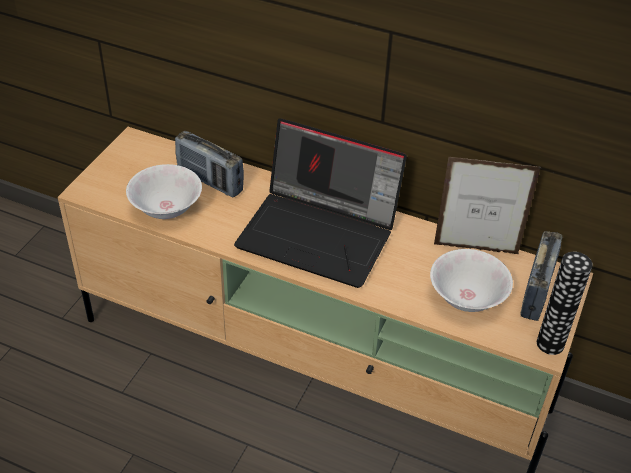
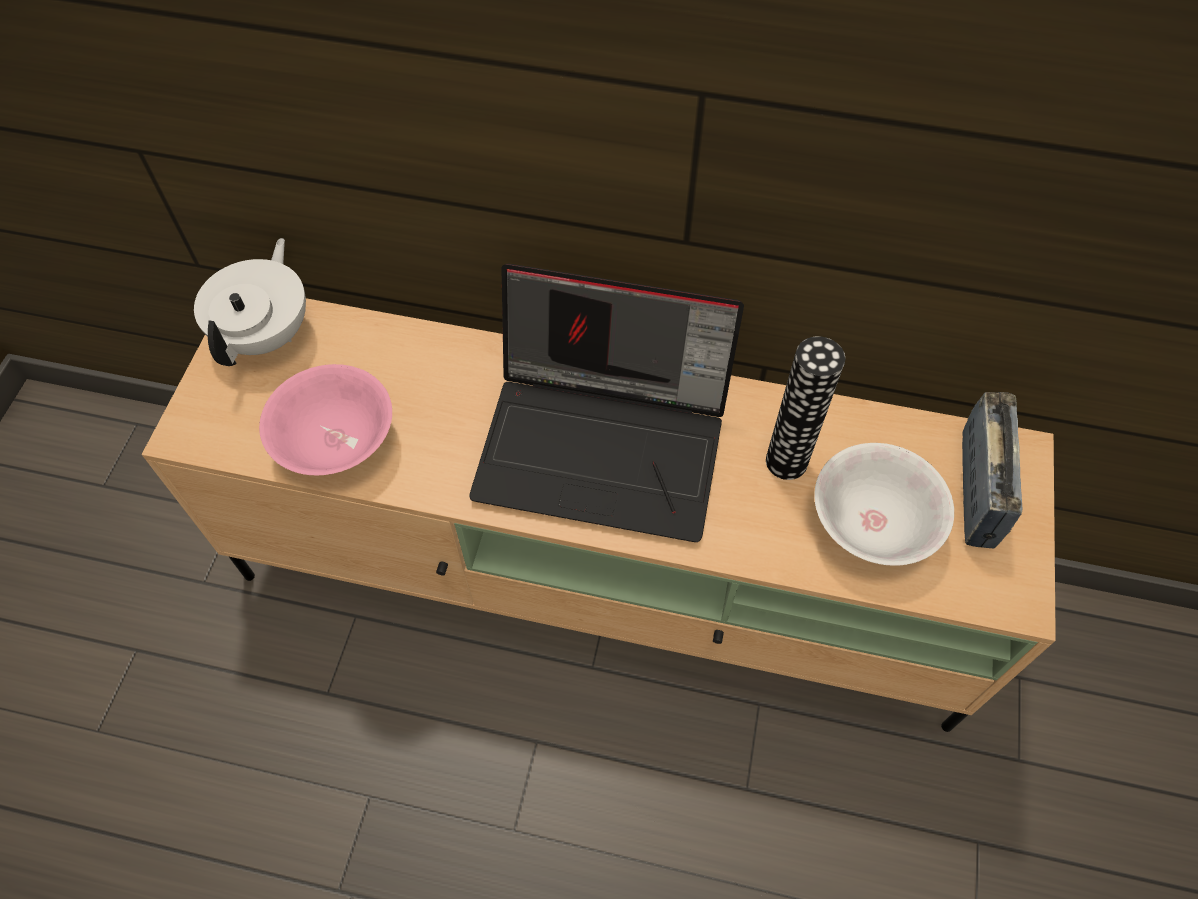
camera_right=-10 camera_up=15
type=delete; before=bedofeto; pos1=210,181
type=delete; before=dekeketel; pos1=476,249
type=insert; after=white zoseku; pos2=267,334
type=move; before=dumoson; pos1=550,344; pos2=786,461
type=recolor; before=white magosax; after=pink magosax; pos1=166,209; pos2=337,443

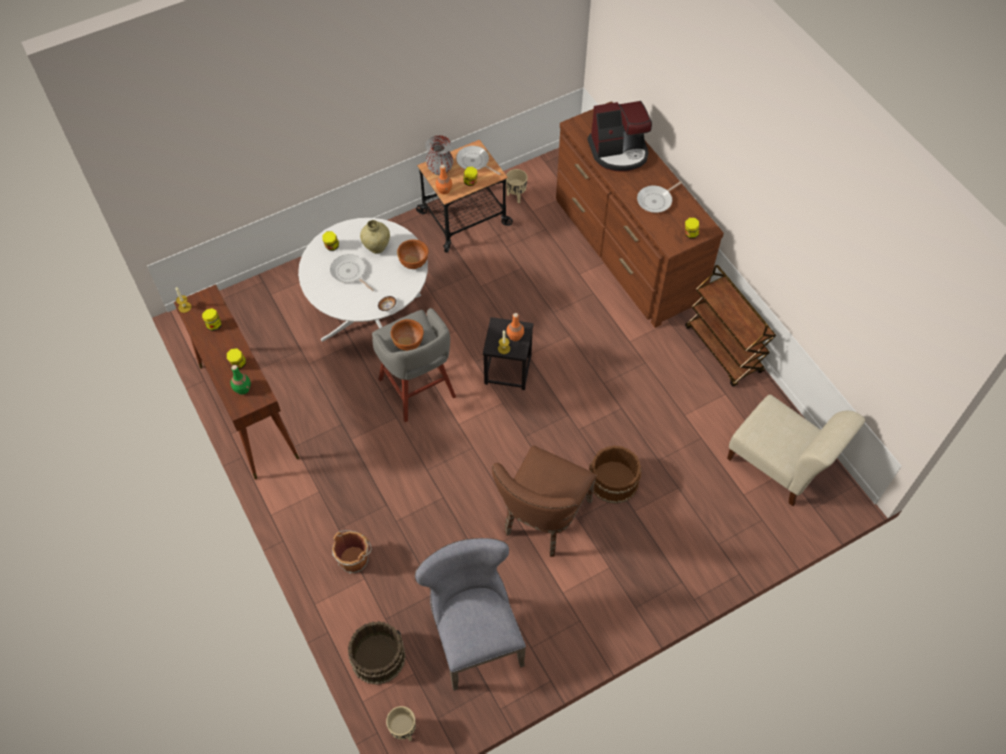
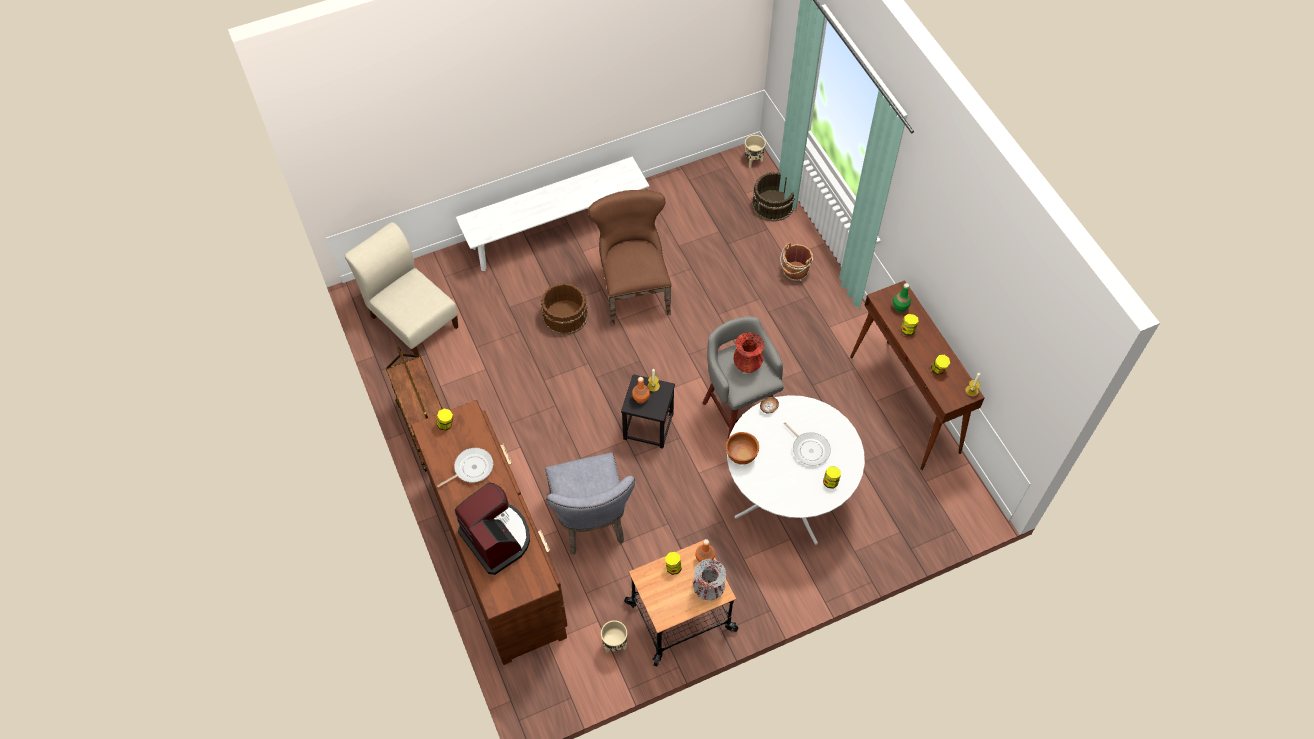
camera_right=-175 camera_up=0
type=delete; before=beige dumoson; pos1=377,247
type=delete; before=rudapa; pos1=474,162
type=insert; after=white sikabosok; pos2=556,231
type=move; before=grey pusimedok; pos1=474,635; pos2=591,522
type=replace; before=brown magosax; after=red dumoson; pos1=408,343; pos2=747,365
type=rotate; before=brown pusimedok; pos1=542,520; pos2=633,289; turn=-45
type=rotate; before=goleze; pos1=619,152; pos2=497,538; turn=60

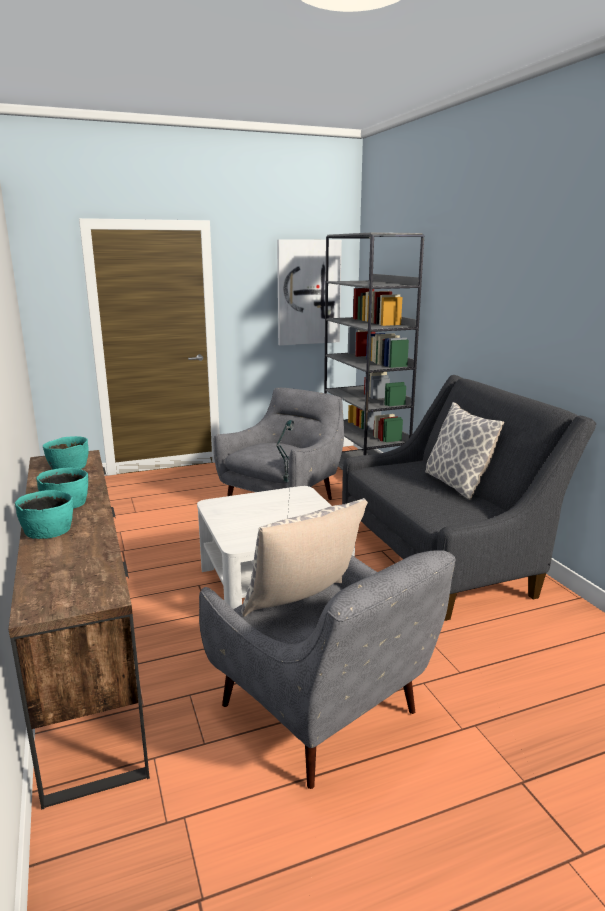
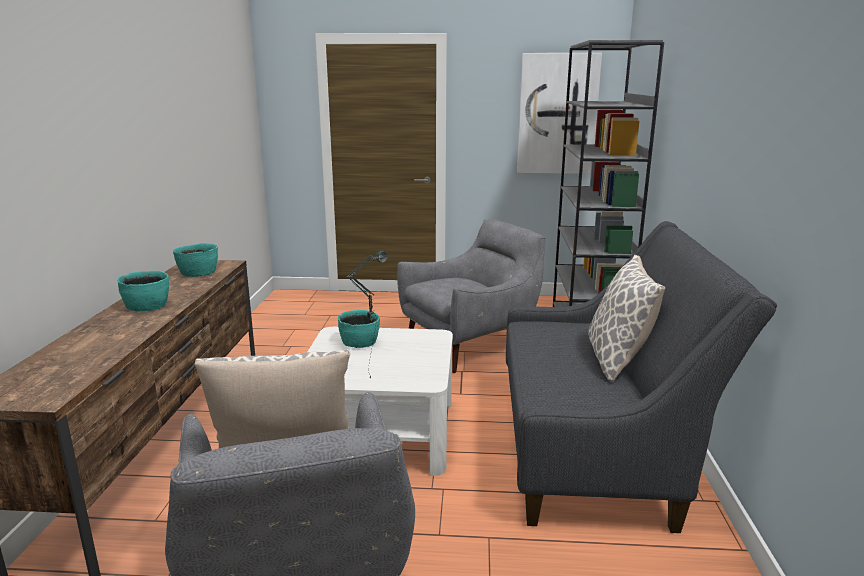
camera_right=25 camera_up=0
type=move; before=turquoise magosax; pos1=48,530; pos2=360,341

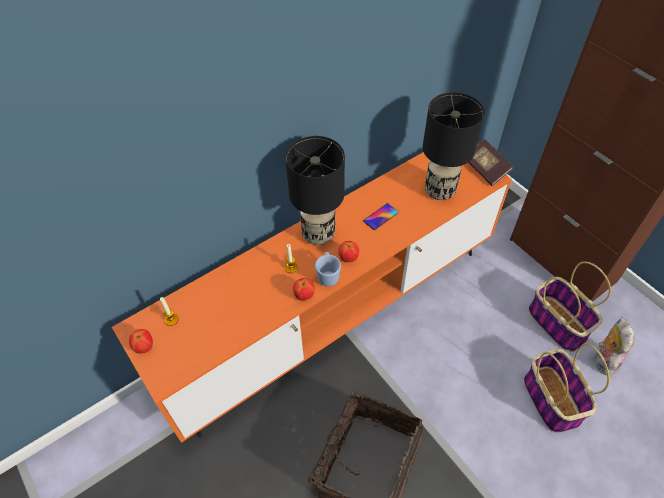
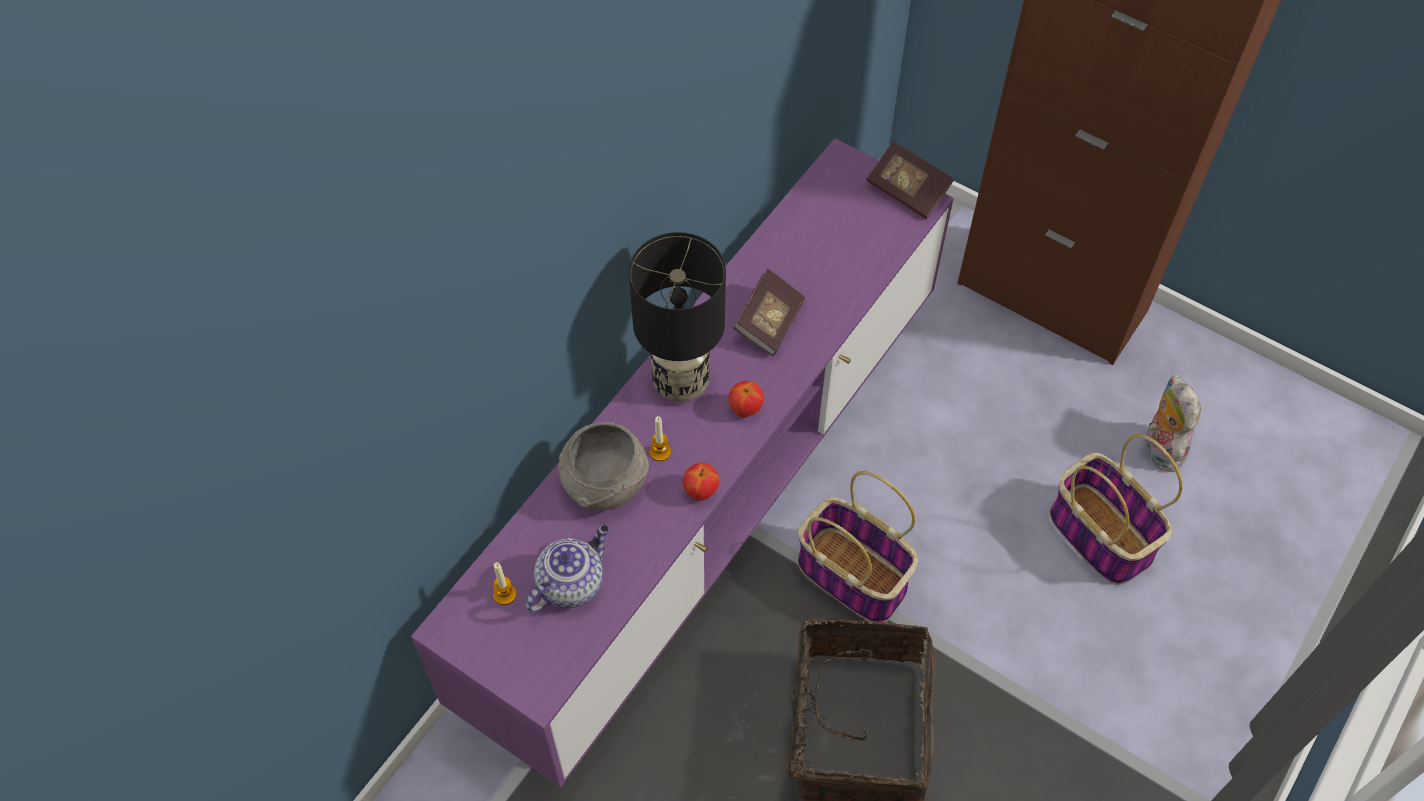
camera_right=-20 camera_up=5
type=delete; before=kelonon; pos1=144,347
type=delete; before=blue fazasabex; pos1=328,275
type=delete; before=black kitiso; pos1=439,191
type=insert; after=zoseku; pos2=571,583
type=insert; after=grey magosax; pos2=604,485
type=move; before=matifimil; pos1=558,324; pos2=854,576
type=replace; before=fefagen; after=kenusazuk; pos1=380,217; pos2=769,322
type=recolor; before=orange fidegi; after=purple fidegi; pos1=332,318; pos2=709,510

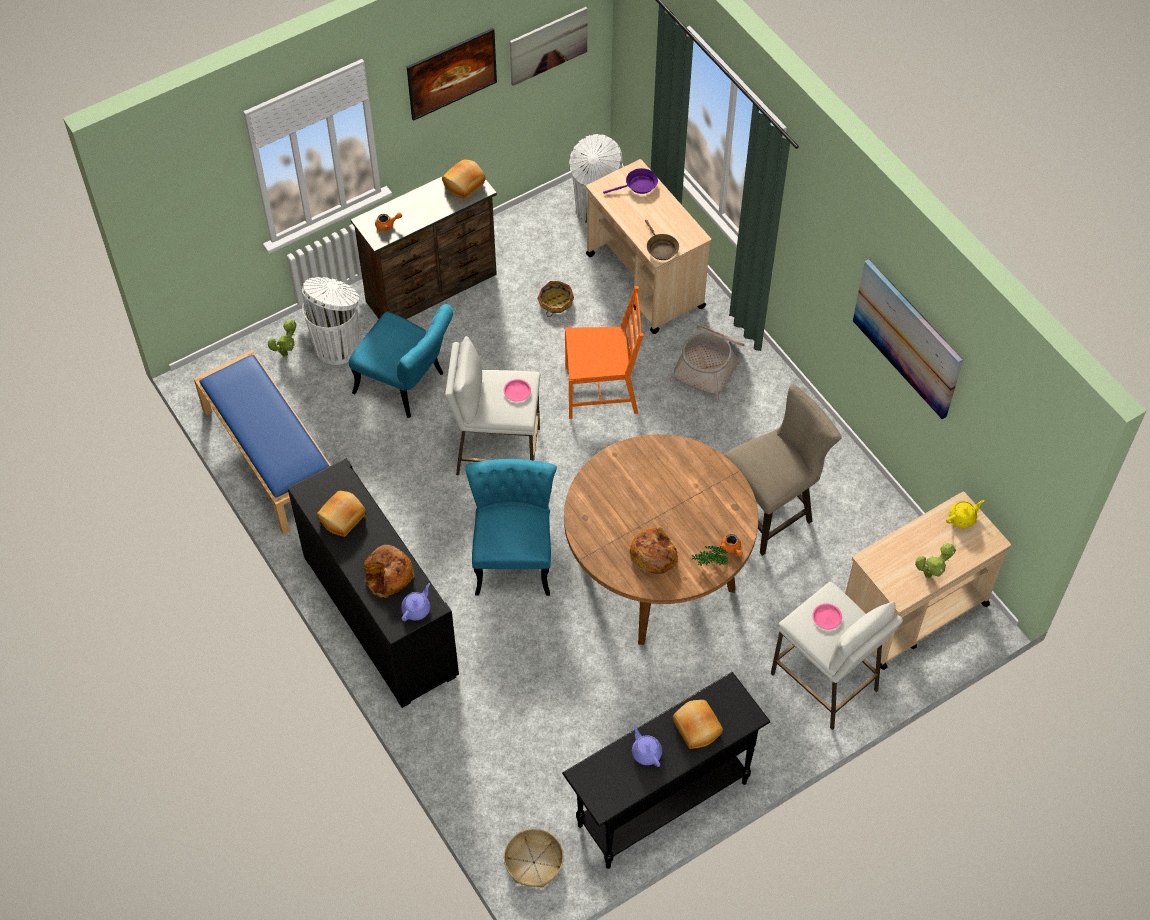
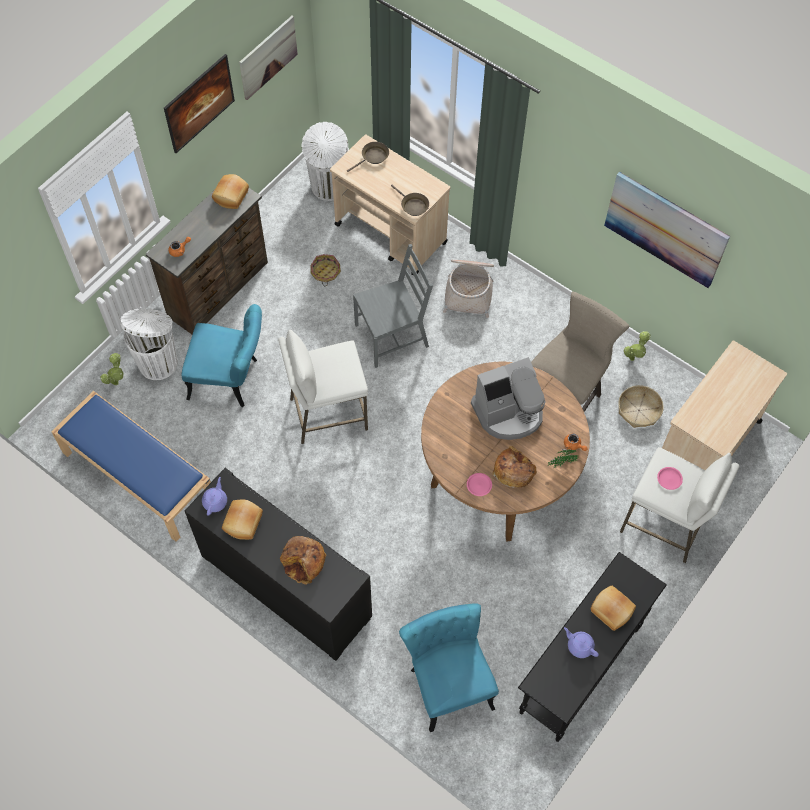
camera_right=-20 camera_up=5
type=delete; before=yellow zoseku; pos1=962,518
type=insert; after=goleze; pos2=508,413
type=move; before=purple zoseku; pos1=416,609; pos2=215,501
type=move; before=turquoise pusimedok; pos1=513,555; pos2=448,680
type=move; before=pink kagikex; pos1=517,392; pos2=479,485
type=move; before=matifimil; pos1=534,862; pos2=639,410
type=move; before=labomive; pos1=930,575; pos2=633,357
type=recolor; before=orange pusimedok; after=grey pusimedok; pos1=602,390; pos2=392,336
type=recolor; before=purple rudapa; after=brown rudapa; pos1=638,185; pos2=373,157

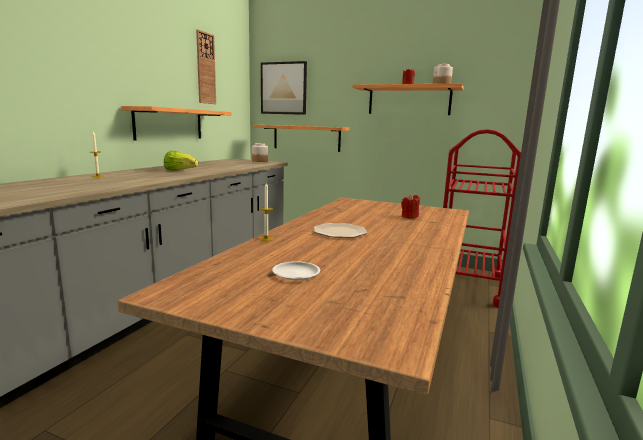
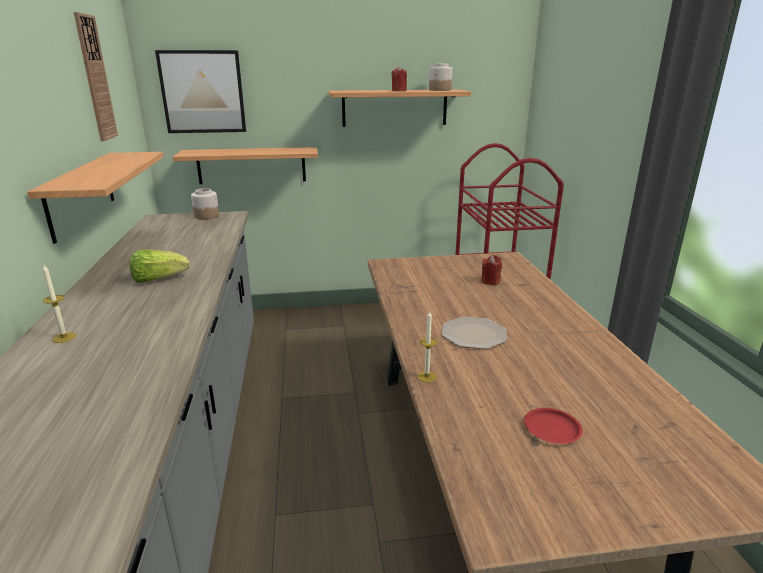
camera_right=-30 camera_up=10
type=recolor; before=white kagikex; after=red kagikex; pos1=296,274; pos2=552,429

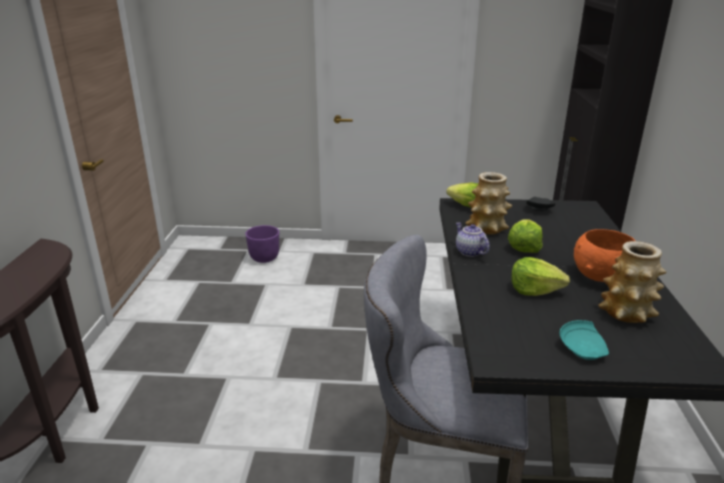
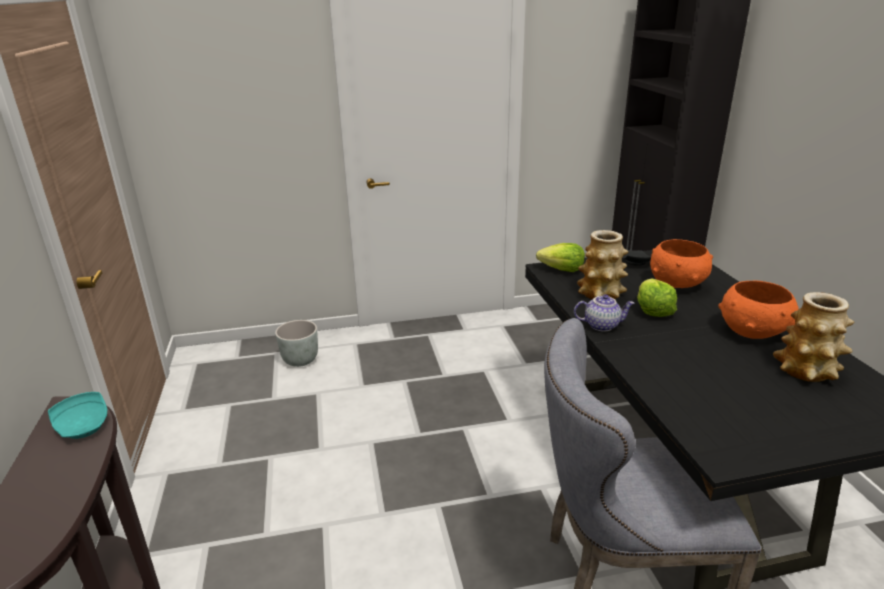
camera_right=-15 camera_up=0
type=delete; before=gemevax; pos1=534,289
type=insert; after=orange magosax; pos2=677,284
type=move; before=turquoise kagikex; pos1=583,349; pos2=84,425
type=recolor; before=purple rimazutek; after=grey rimazutek; pos1=265,258; pos2=301,360
type=rotate; before=zoseku; pos1=469,252; pos2=602,325; turn=135

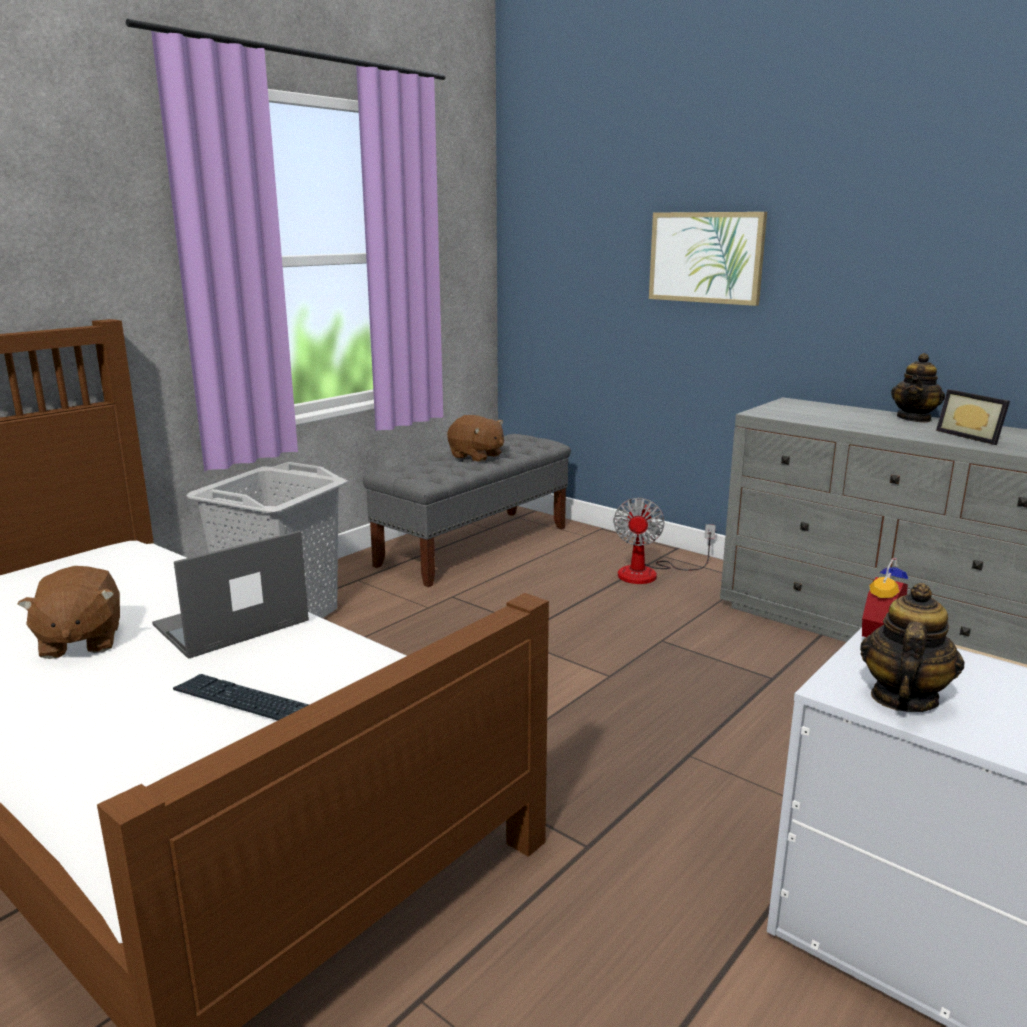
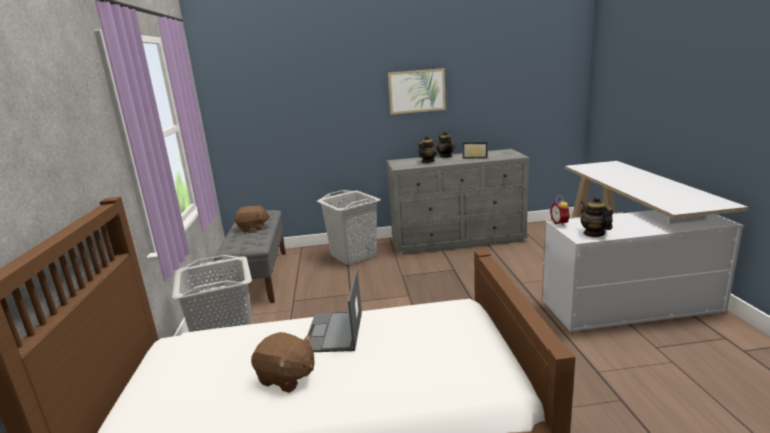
camera_right=-45 camera_up=0
type=delete; before=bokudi; pos1=242,701
type=insert; after=zoseku; pos2=427,161
type=move; before=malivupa; pos1=706,257; pos2=416,91
type=replace; before=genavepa; after=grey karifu; pos1=650,573; pos2=354,255

